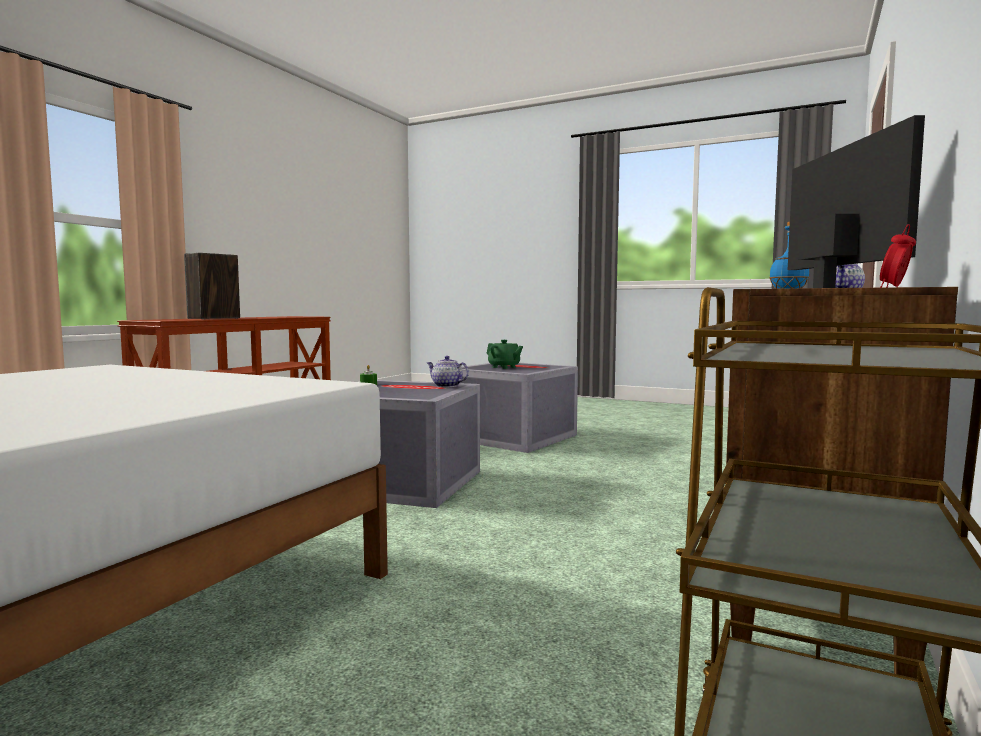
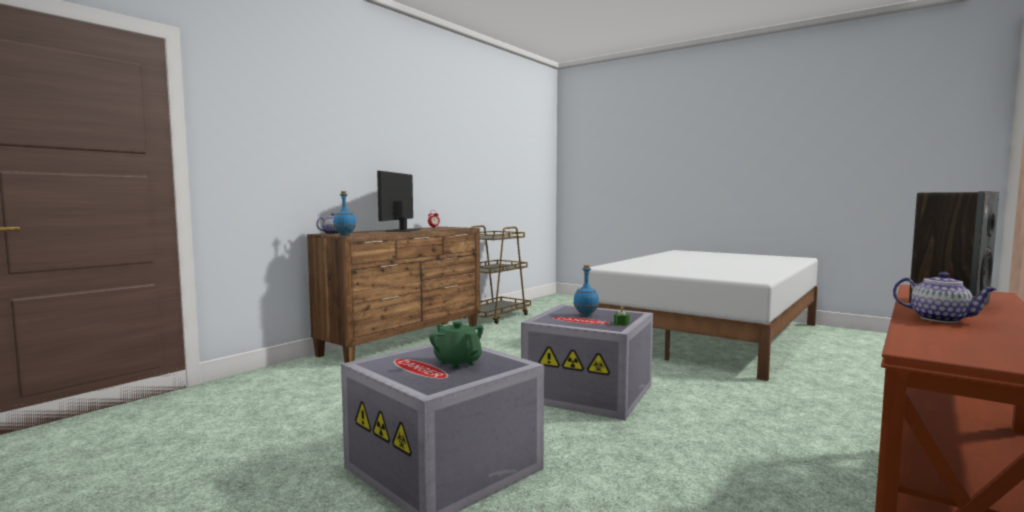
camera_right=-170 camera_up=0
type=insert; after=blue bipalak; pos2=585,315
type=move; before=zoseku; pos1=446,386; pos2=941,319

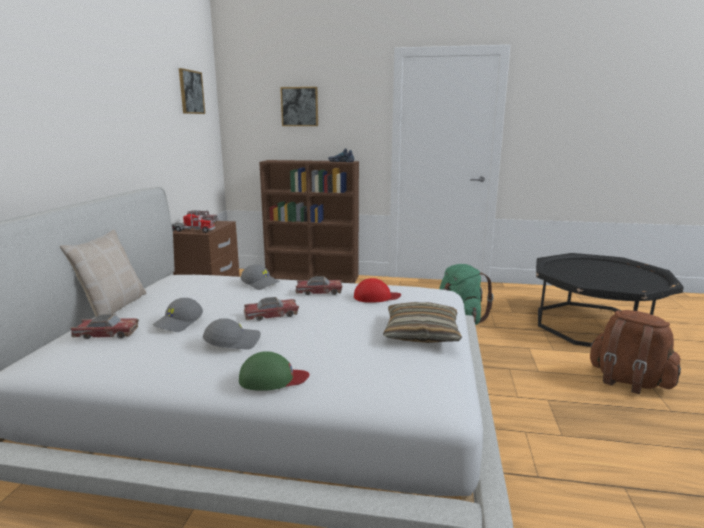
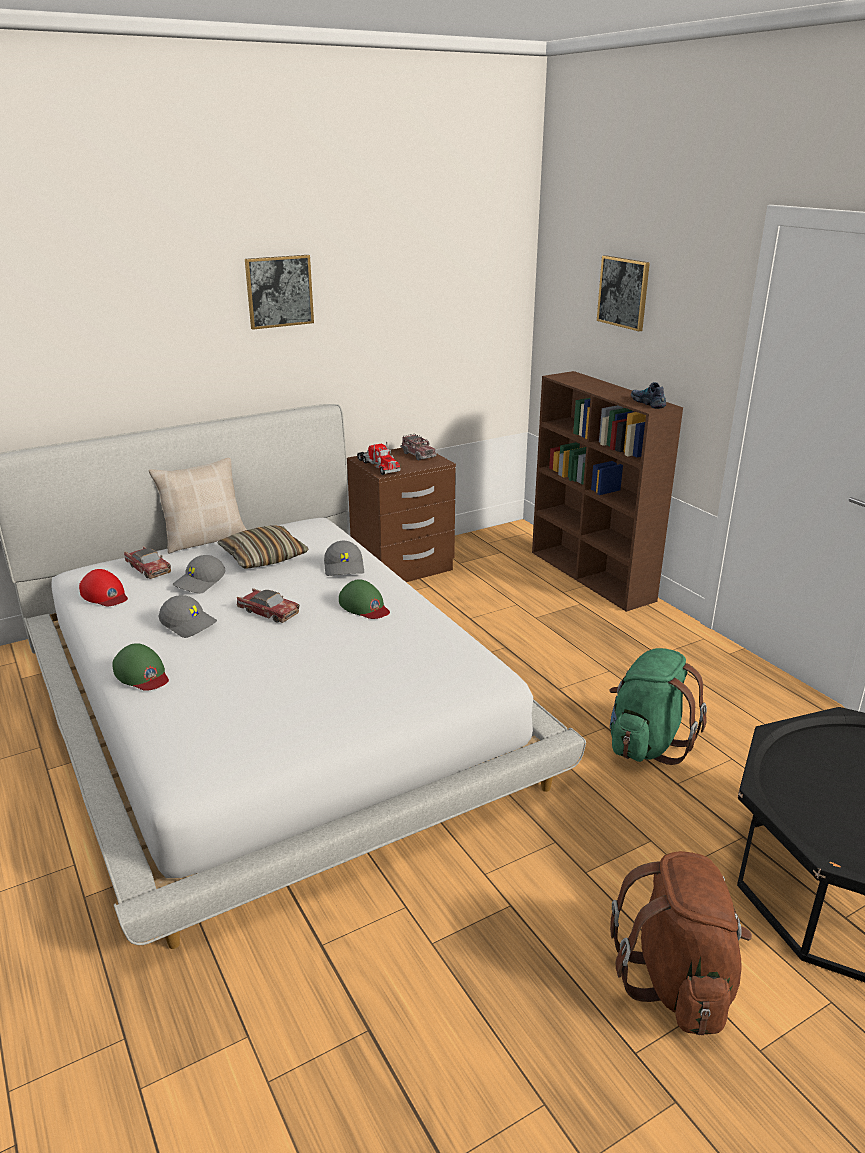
camera_right=50 camera_up=10
type=move; before=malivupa; pos1=191,92; pos2=279,291
type=move; before=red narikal; pos1=376,297; pos2=105,594
type=move; before=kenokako; pos1=421,333; pos2=264,557
type=replace; before=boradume; after=green narikal; pos1=319,292; pos2=364,606
type=rotate; before=grey narikal; pos1=179,323; pos2=200,582; turn=-45

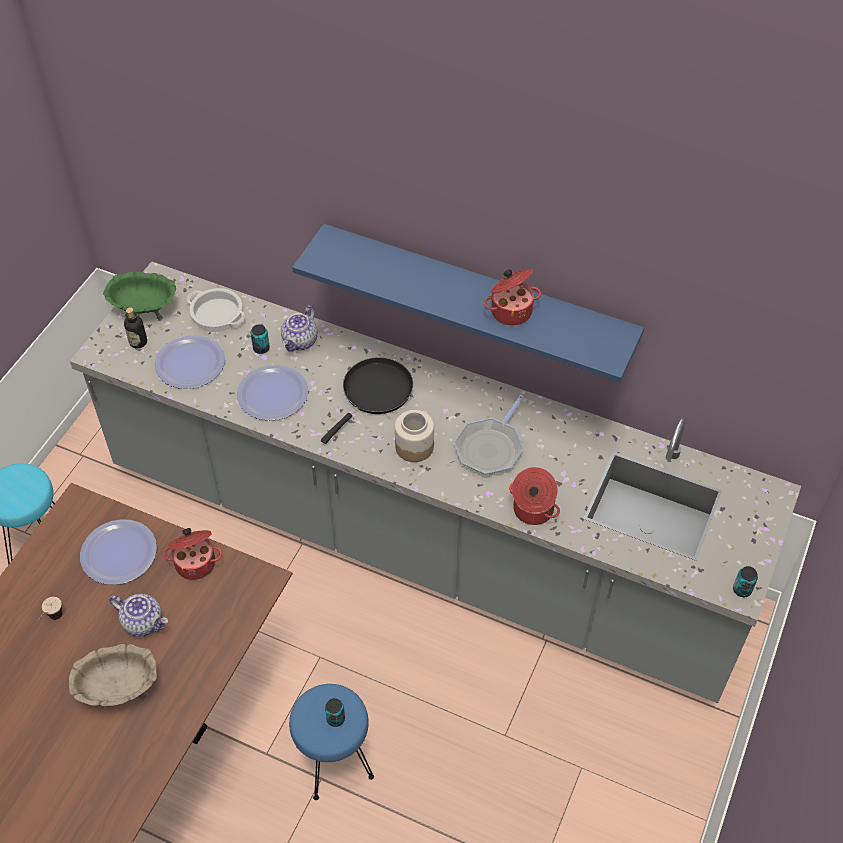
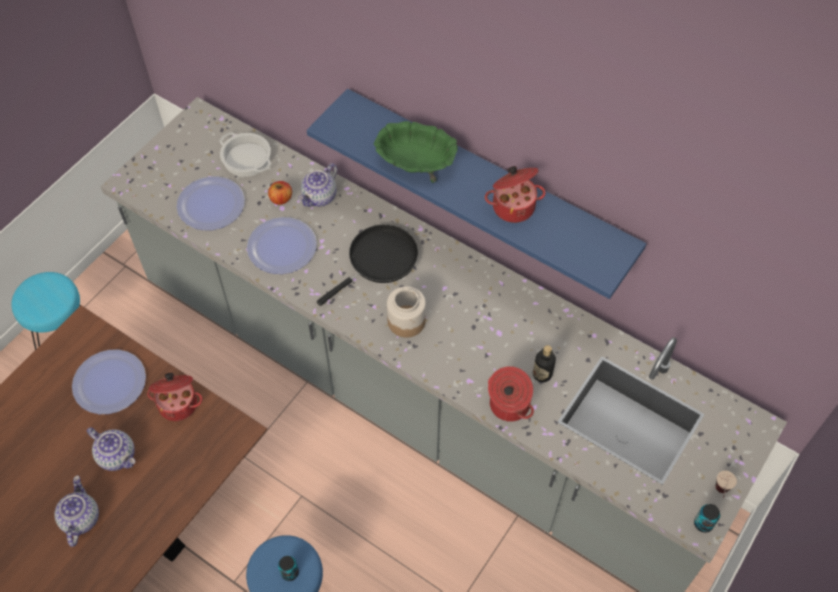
camera_right=10 camera_up=5
type=delete; before=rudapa; pos1=490,448
type=move; before=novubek; pos1=52,621; pos2=719,494
type=move; before=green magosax; pos1=144,308; pos2=415,165
type=move; before=bipalak; pos1=138,342; pos2=542,374
type=replace; before=beige magosax; after=zoseku; pos1=118,688; pos2=80,518
type=replace; before=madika; after=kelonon; pos1=261,348; pos2=281,199

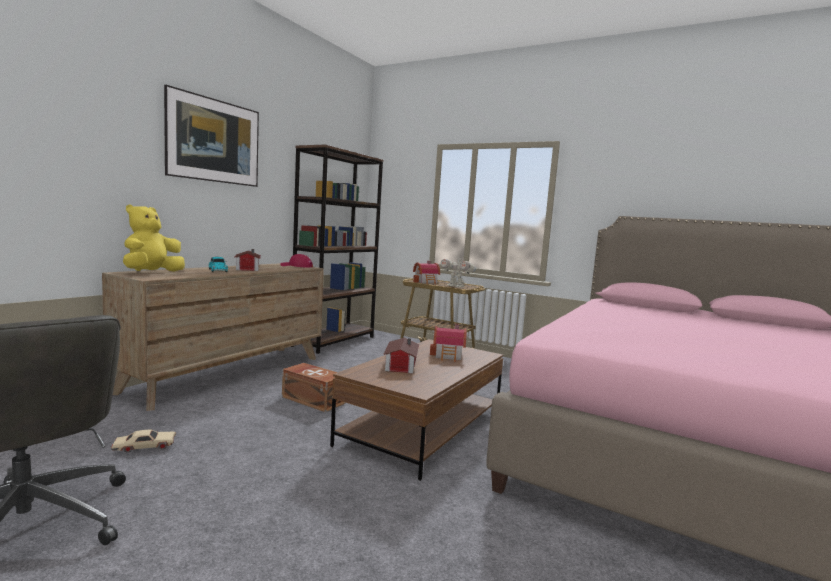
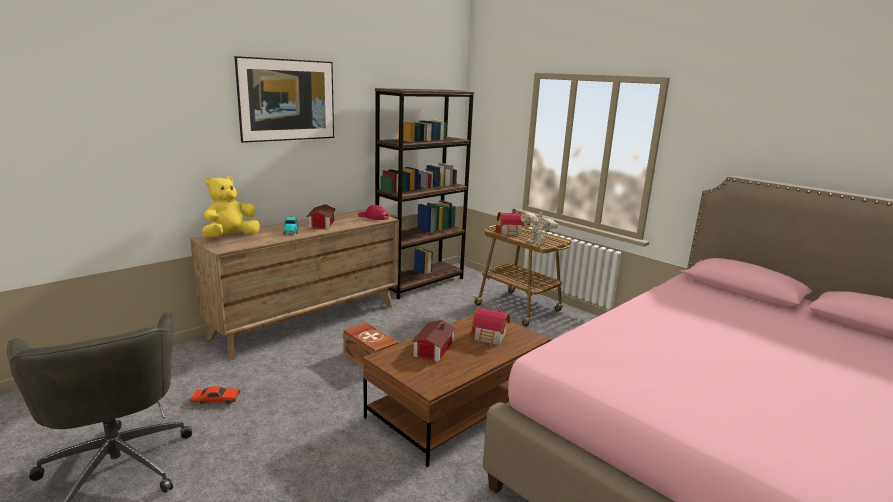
camera_right=15 camera_up=10
type=recolor; before=beige boradume; after=red boradume; pos1=145,447; pos2=216,400

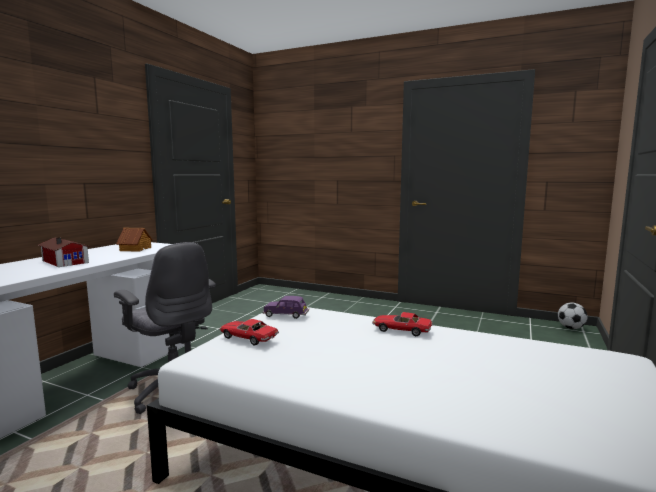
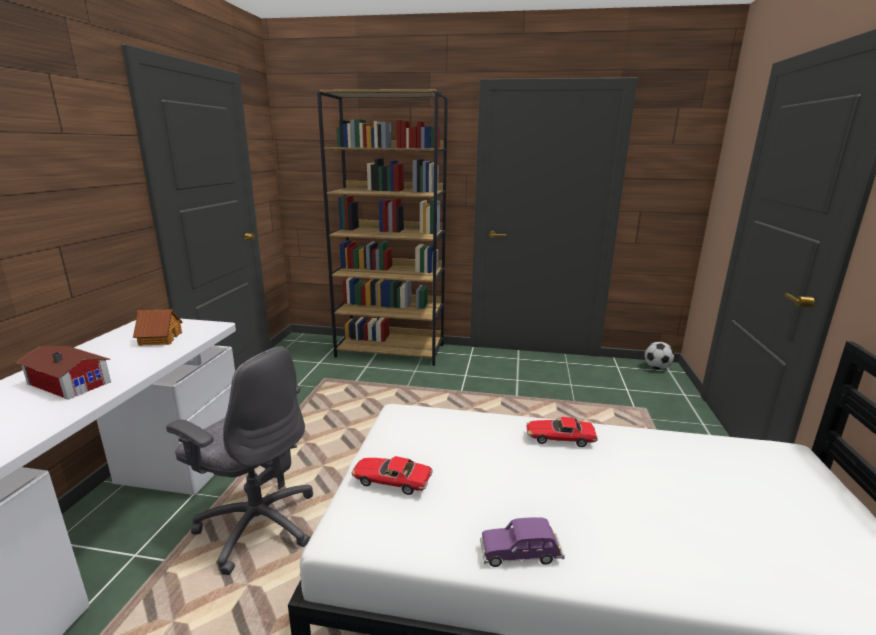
camera_right=-15 camera_up=10
type=insert; after=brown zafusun; pos2=391,351
type=move; before=purple boradume; pos1=286,315; pos2=520,554

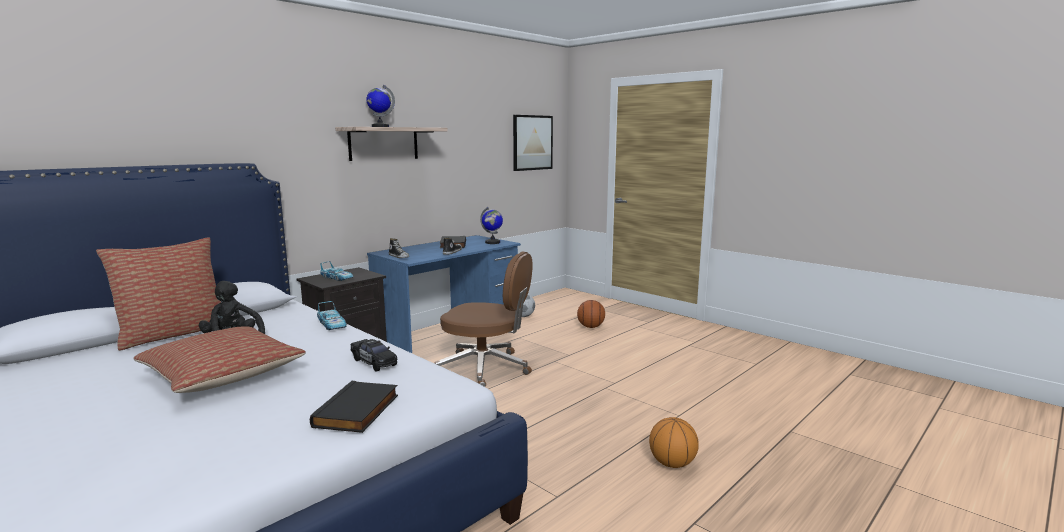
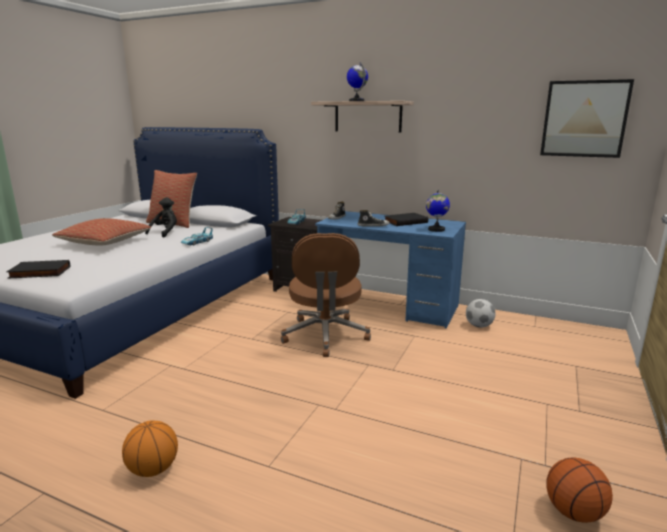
camera_right=70 camera_up=5
type=delete; before=black boradume; pos1=374,362
type=move; before=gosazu; pos1=590,327; pos2=574,512

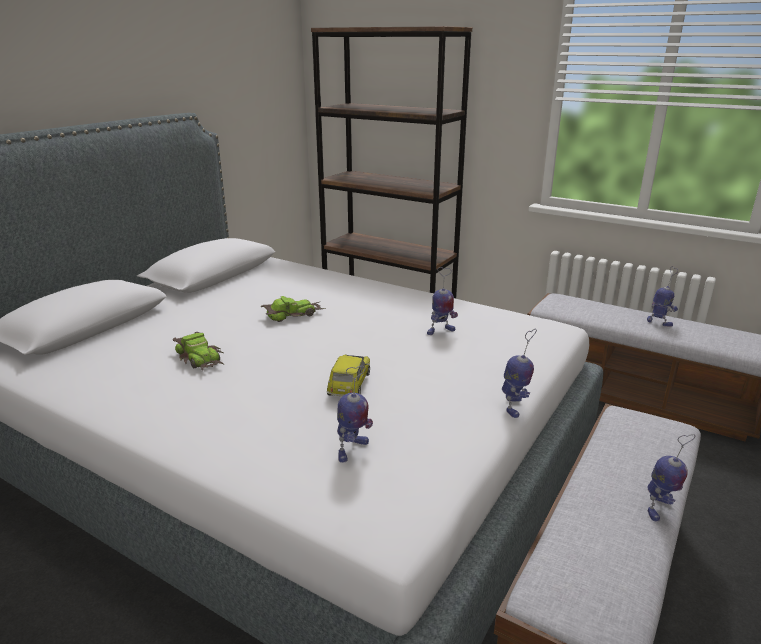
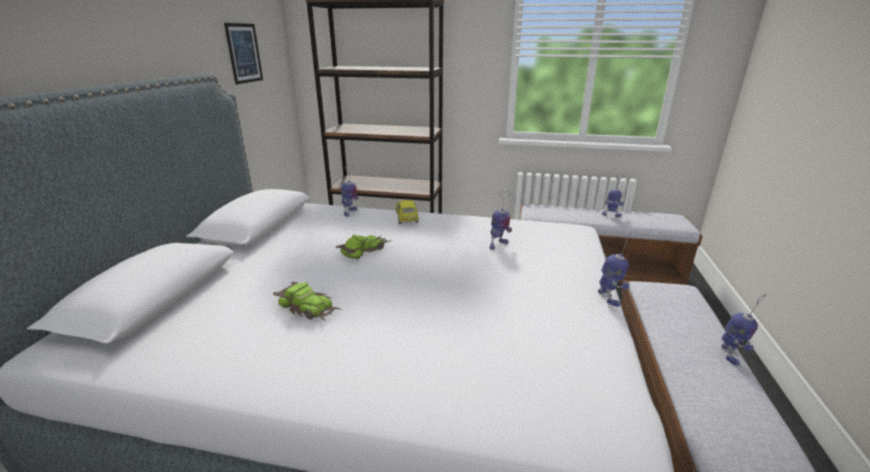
camera_right=-20 camera_up=0
type=insert; after=malivupa; pos2=244,53
type=move; before=boradume; pos1=350,384; pos2=407,217
type=move; before=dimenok; pos1=352,450; pos2=350,212

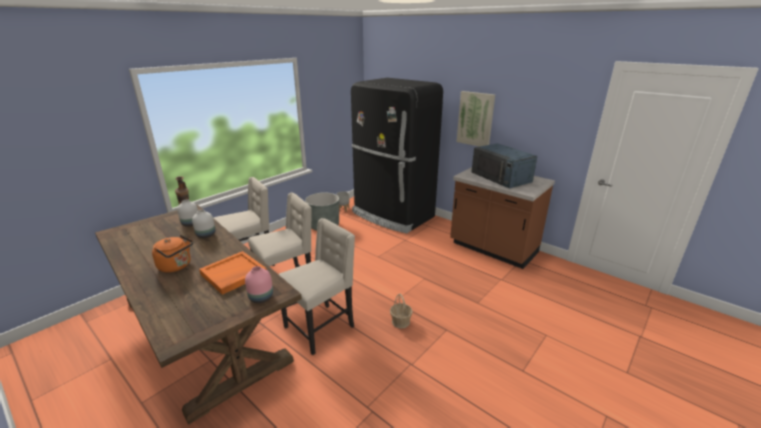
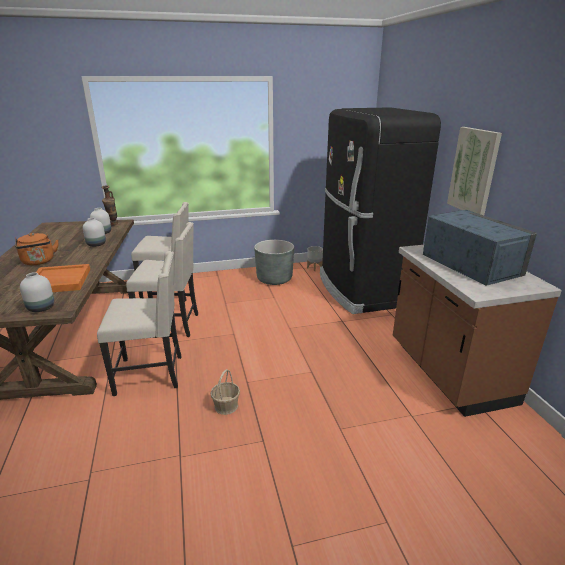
camera_right=35 camera_up=0
type=recolor; before=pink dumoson; after=white dumoson; pos1=262,298; pos2=41,308
type=rotate; before=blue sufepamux; pos1=501,177; pos2=470,264; turn=150

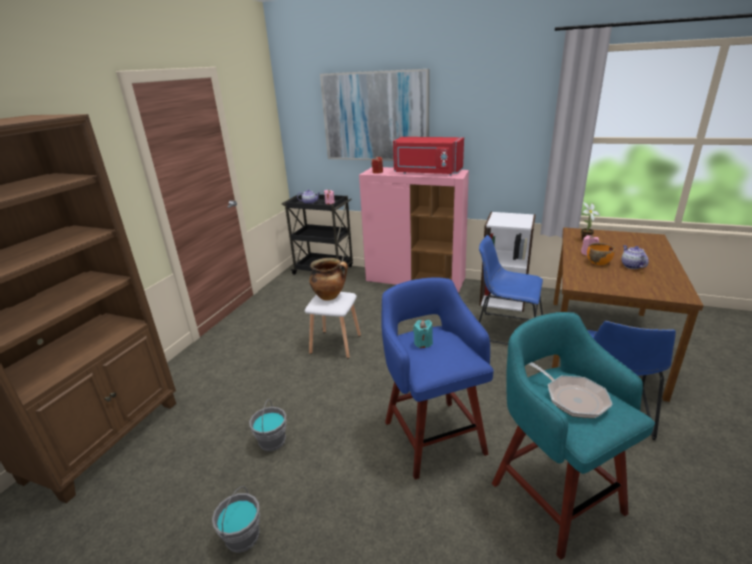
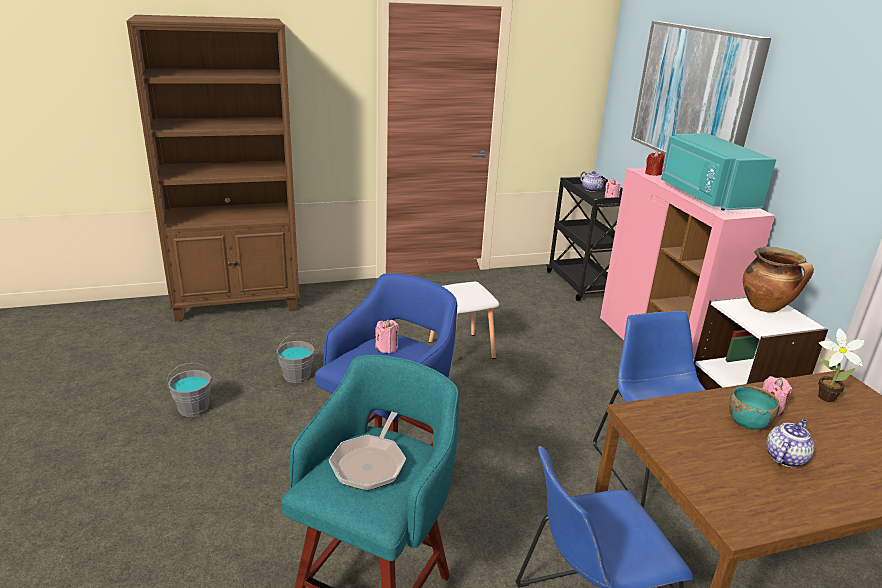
camera_right=50 camera_up=0
type=move; before=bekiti; pos1=330,296; pos2=766,307
type=recolor; before=red sufepamux; after=turquoise sufepamux; pos1=427,173; pos2=705,196
type=recolor; before=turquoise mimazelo; after=pink mimazelo; pos1=423,343; pos2=387,347
type=recolor; before=orange magosax; after=turquoise magosax; pos1=598,262; pos2=748,422

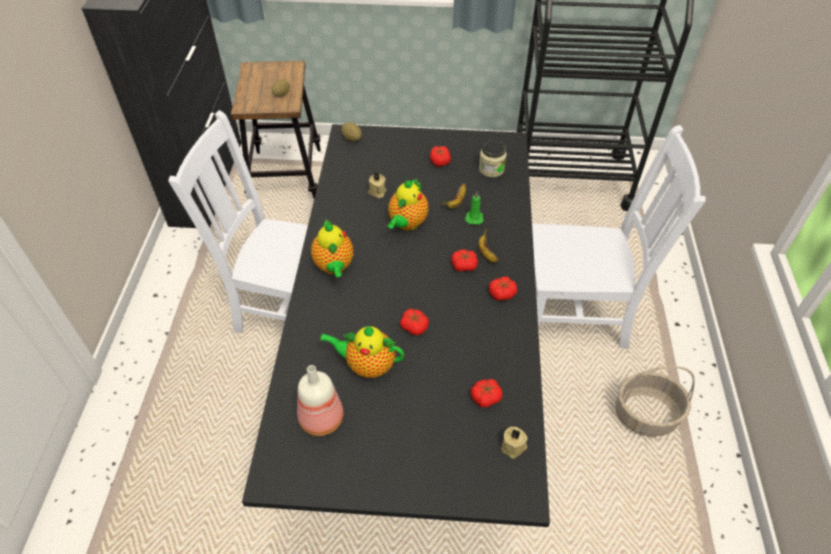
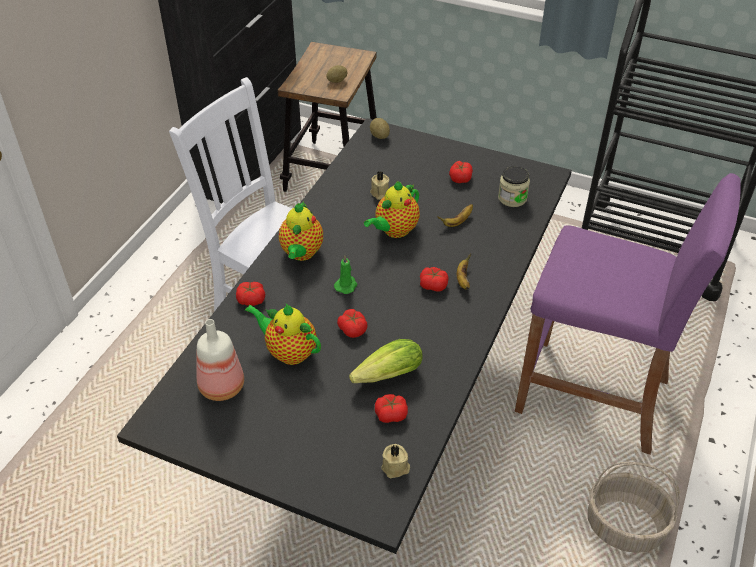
camera_right=20 camera_up=-5
type=insert; after=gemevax; pos2=384,376
type=move; before=green mimazelo; pos1=474,217; pos2=346,285
type=move; before=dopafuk; pos1=502,293; pos2=251,299
type=replace; before=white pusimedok; after=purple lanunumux; pos1=577,314; pos2=593,396

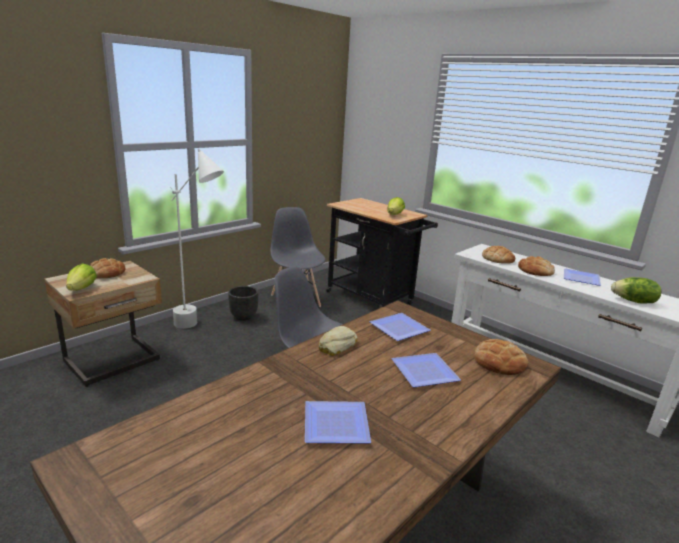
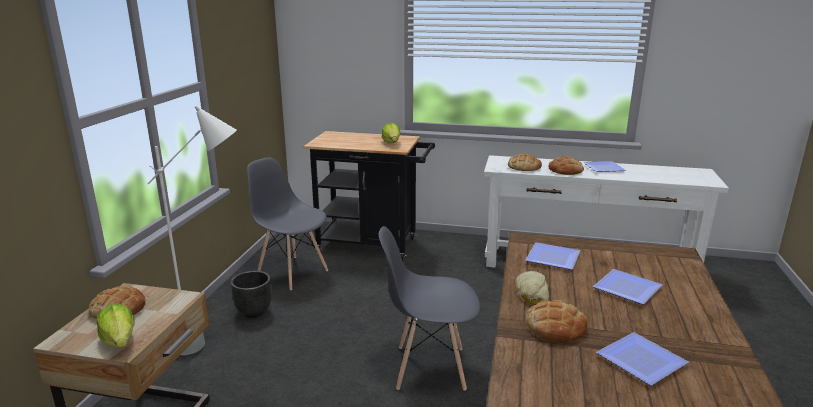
camera_right=-30 camera_up=0
type=delete; before=gemevax; pos1=634,301
type=move; before=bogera; pos1=499,362; pos2=555,326

